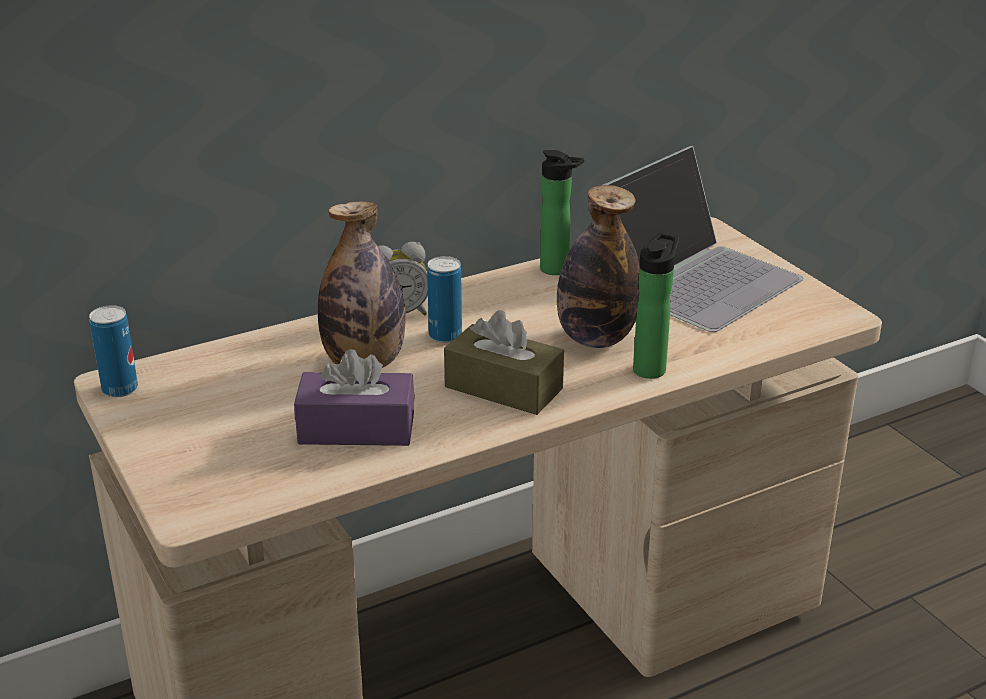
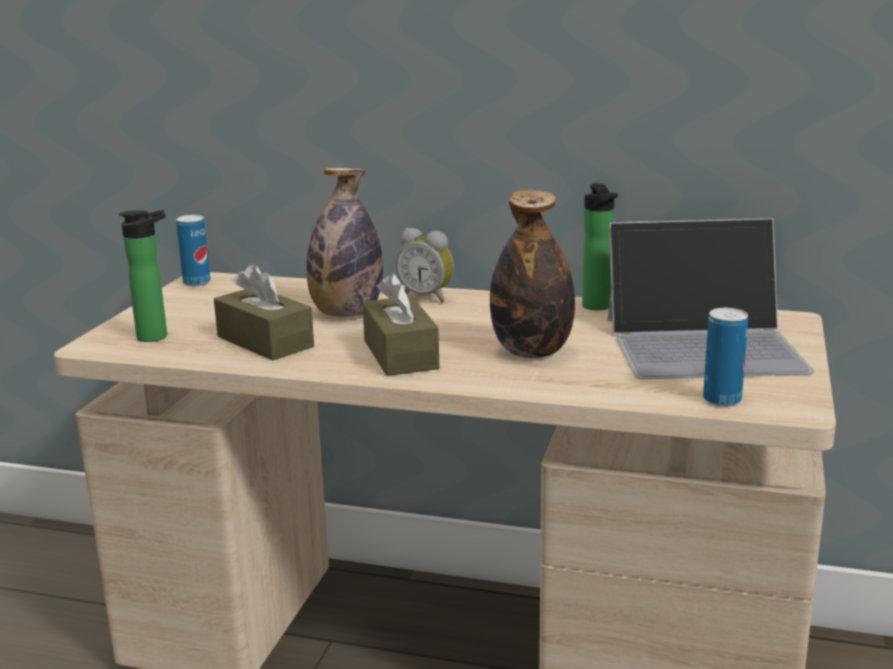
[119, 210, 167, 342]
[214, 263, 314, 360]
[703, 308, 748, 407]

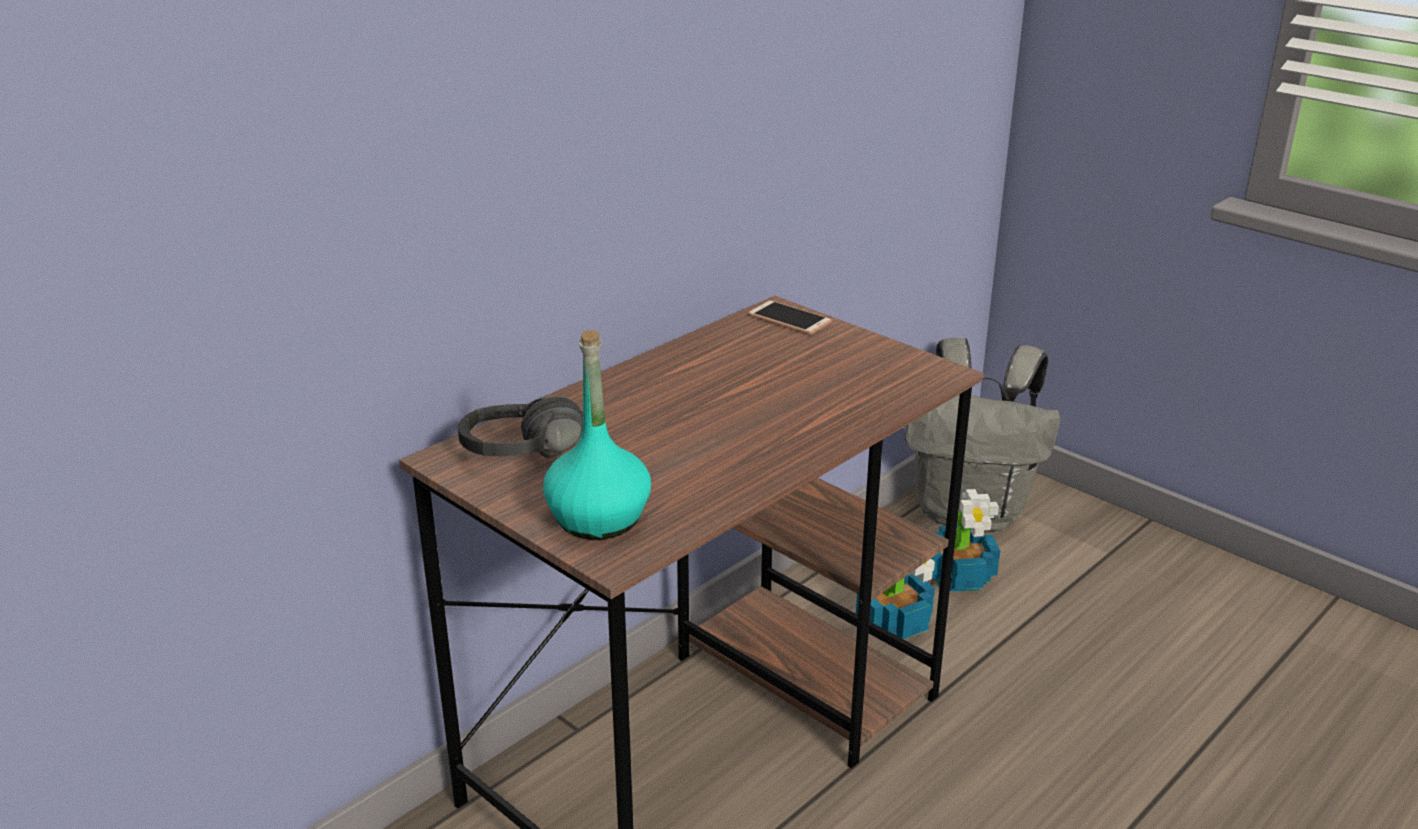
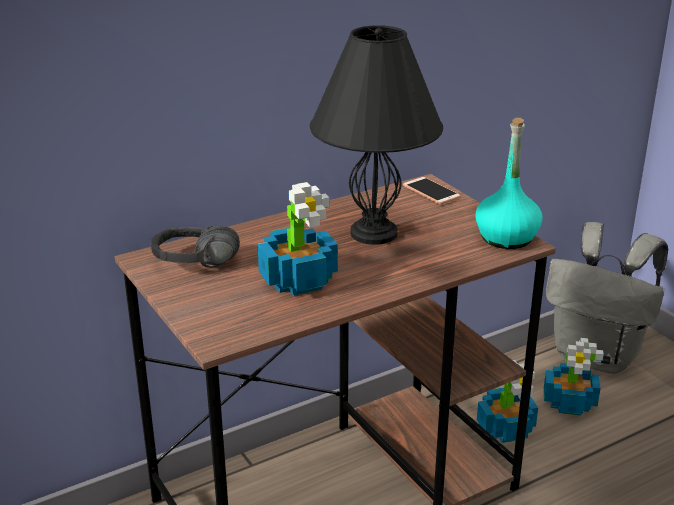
[258, 182, 338, 296]
[310, 26, 443, 245]
[475, 118, 542, 249]

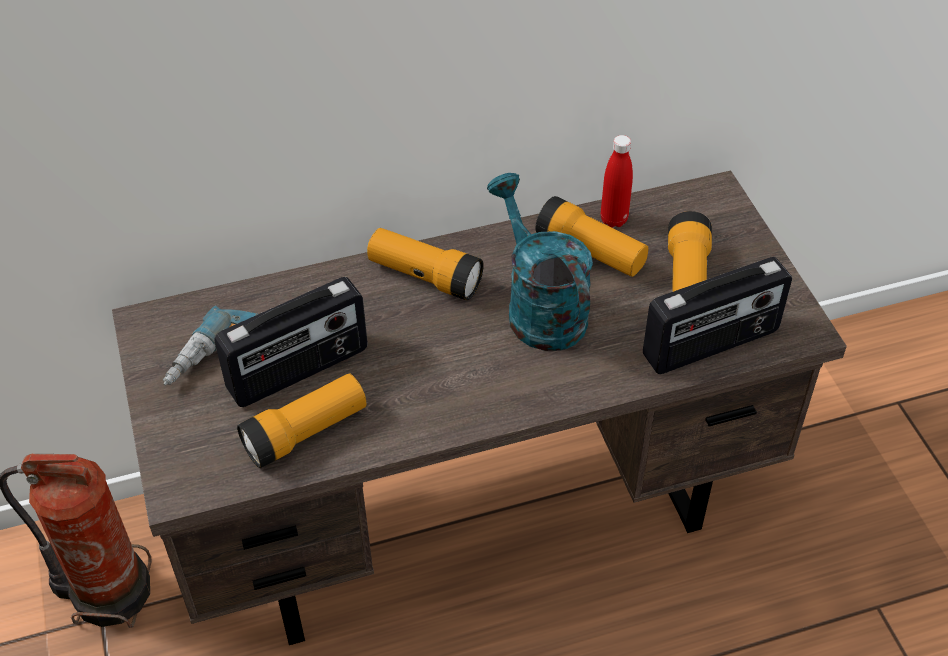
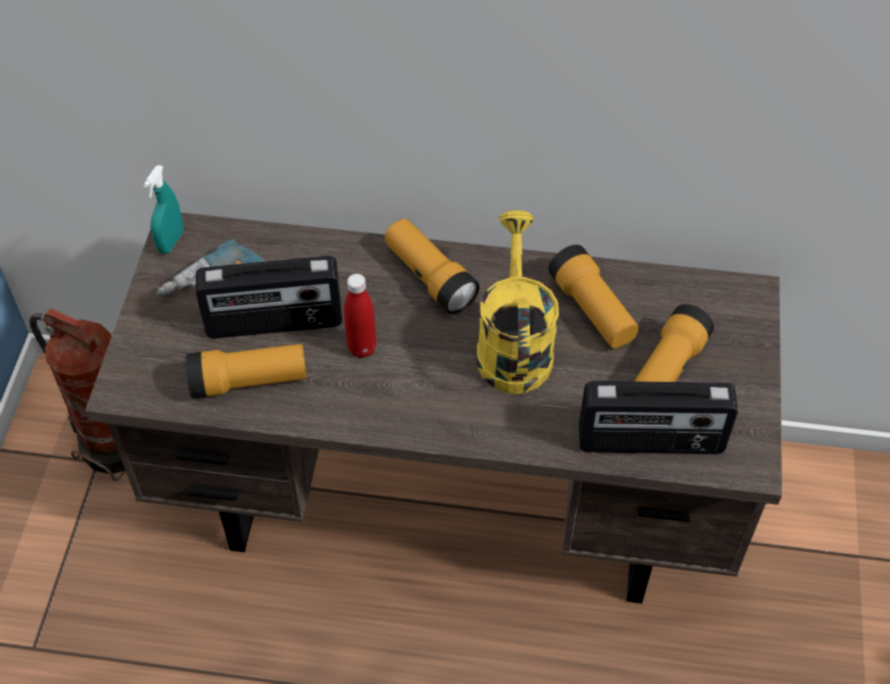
[144, 165, 183, 254]
[344, 274, 376, 358]
[477, 210, 559, 394]

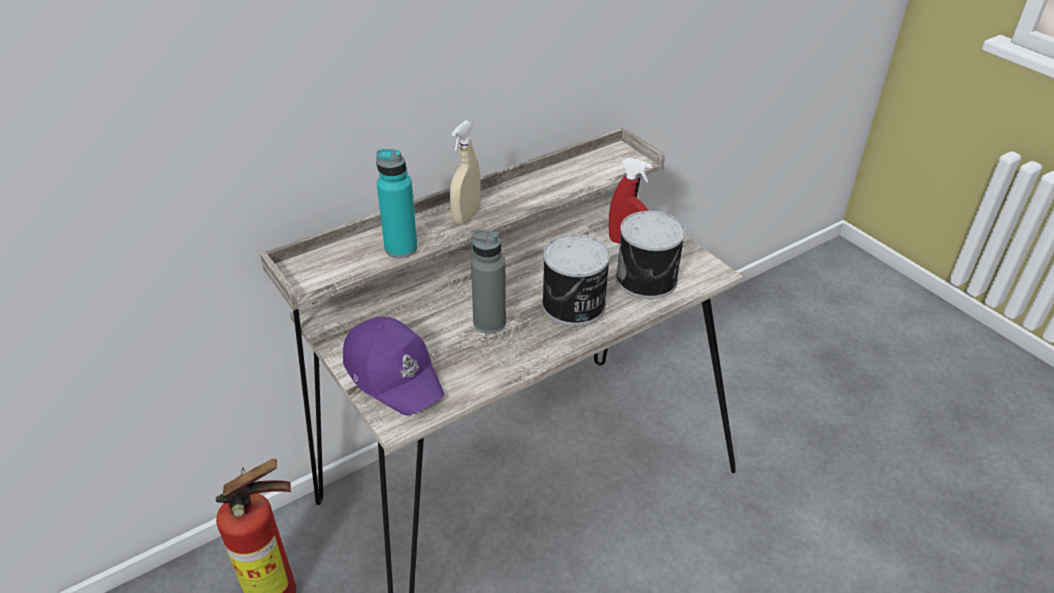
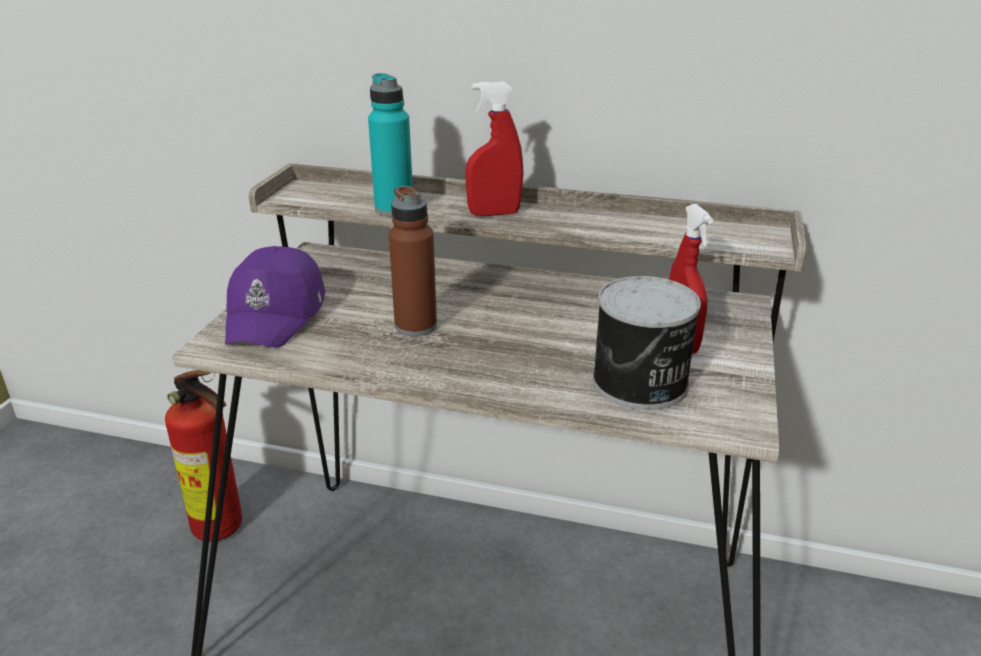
[389, 186, 437, 336]
[465, 81, 524, 216]
[542, 234, 610, 326] (first image)

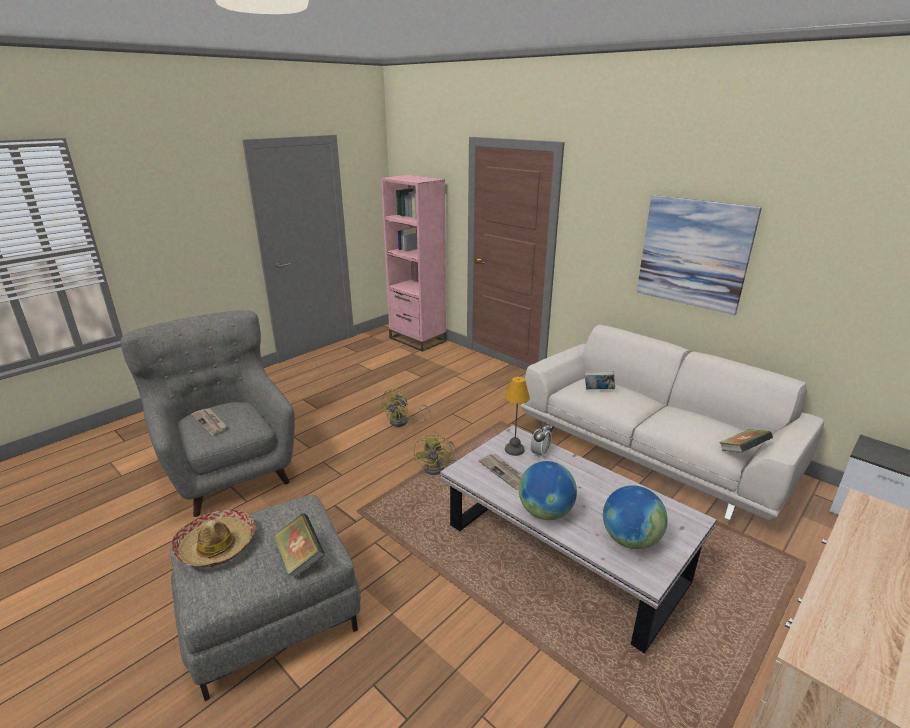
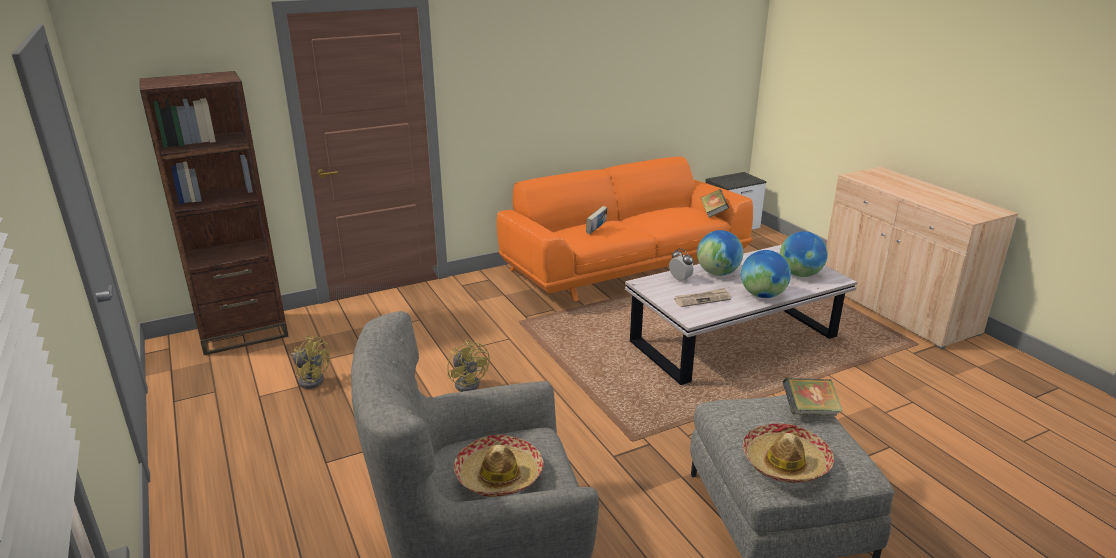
[139, 71, 289, 355]
[291, 336, 330, 389]
[454, 434, 544, 497]
[497, 157, 753, 301]
[697, 230, 743, 276]
[505, 377, 530, 456] (first image)
[637, 195, 762, 315] (first image)

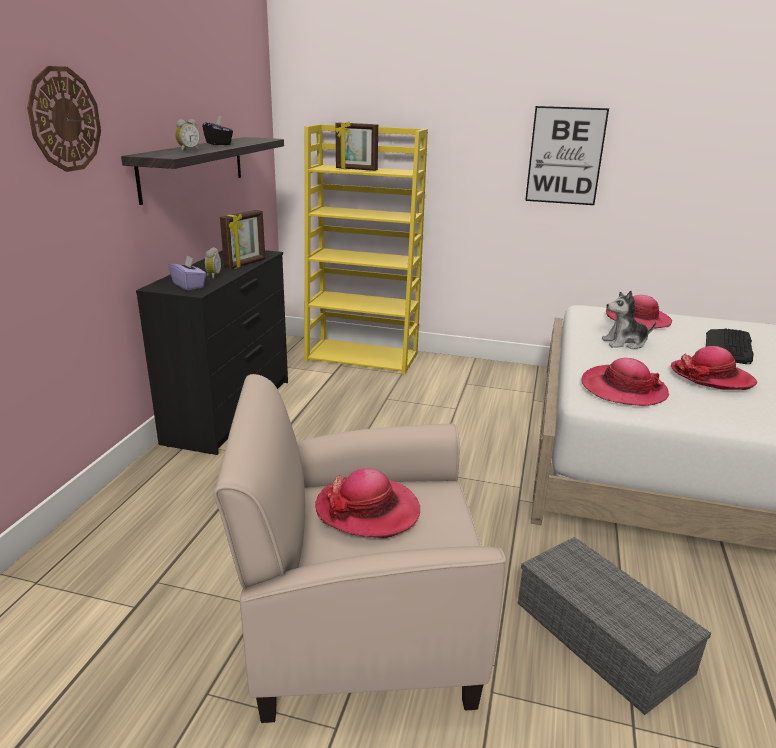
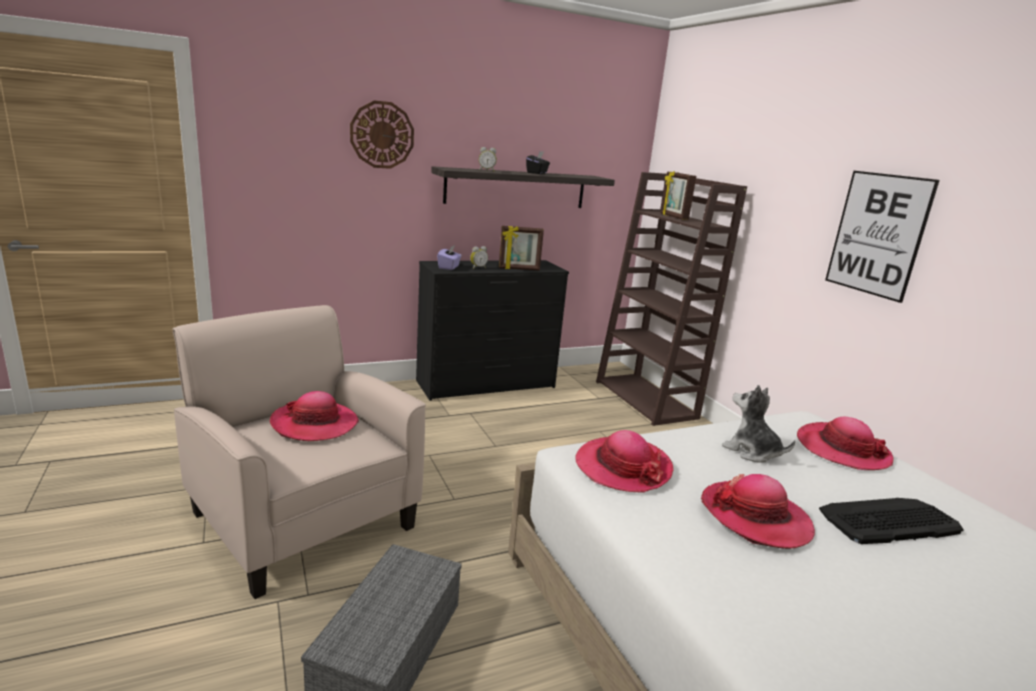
[596, 172, 747, 426]

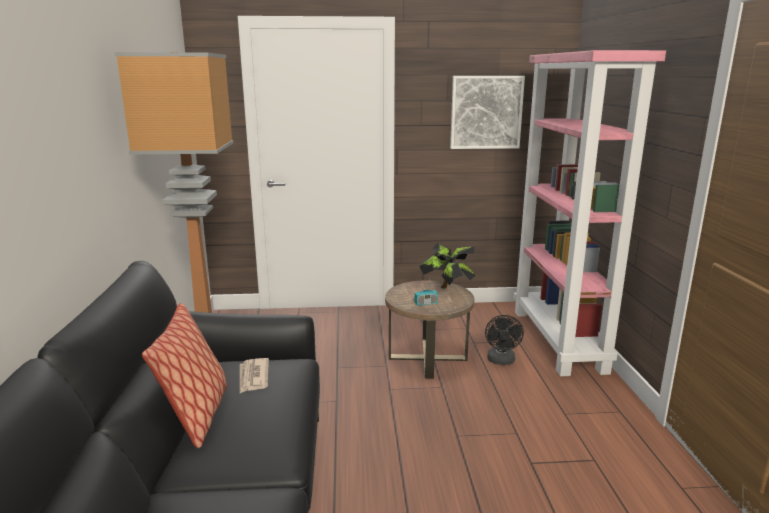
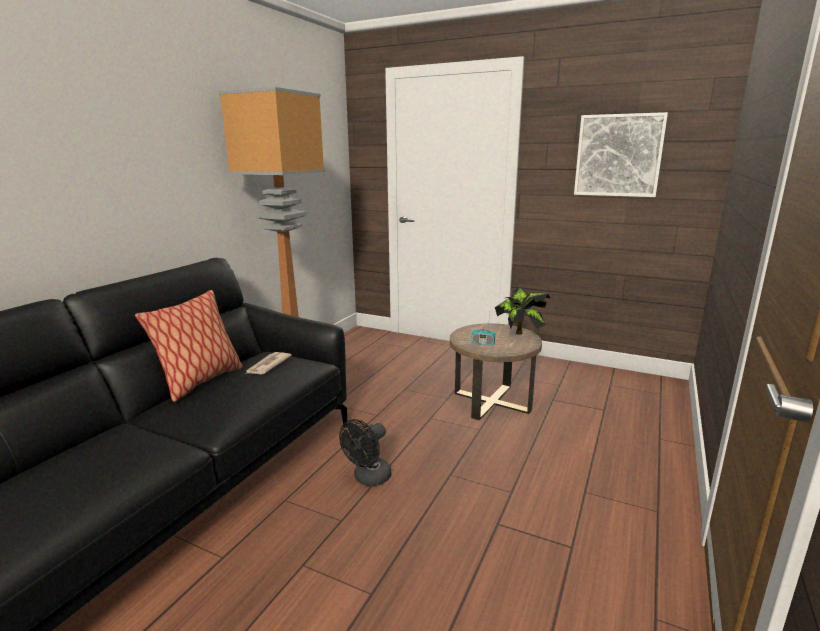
[339, 419, 391, 486]
[513, 50, 666, 376] (first image)

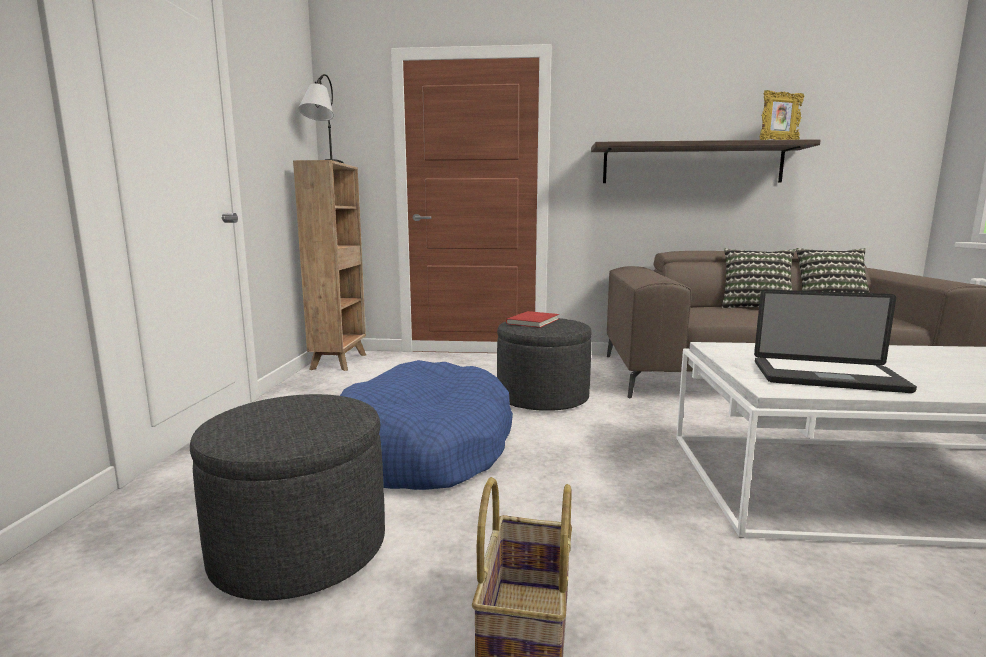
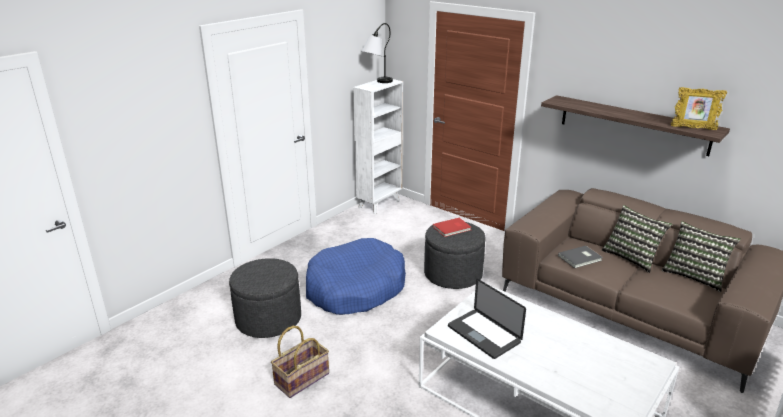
[353, 79, 403, 214]
[558, 246, 603, 268]

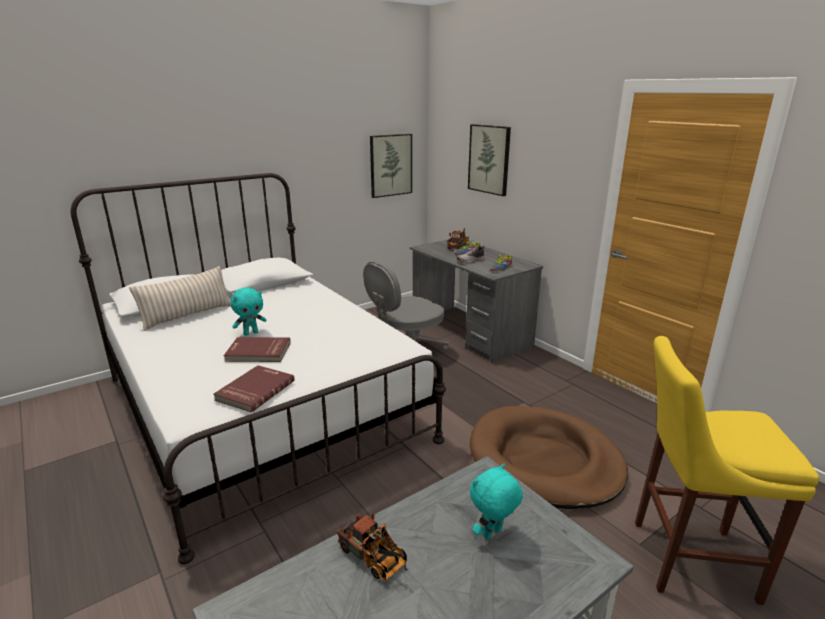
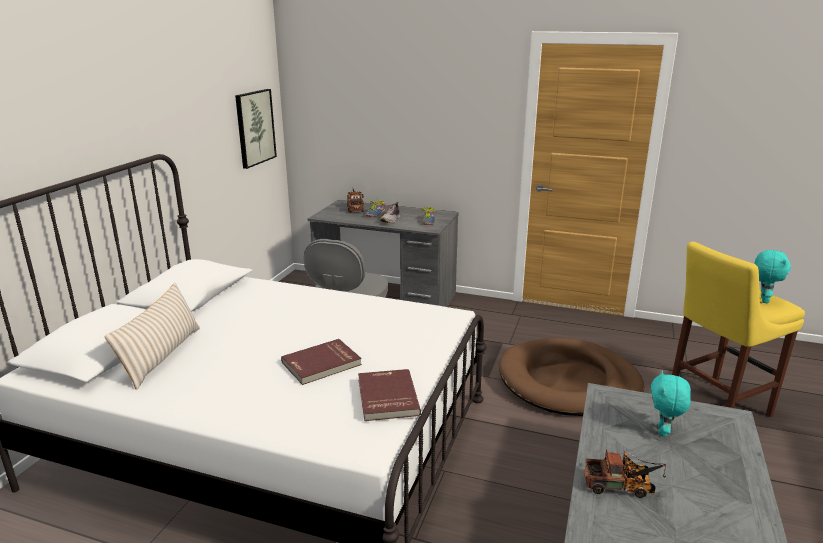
[754, 250, 791, 303]
[468, 124, 511, 196] (first image)

